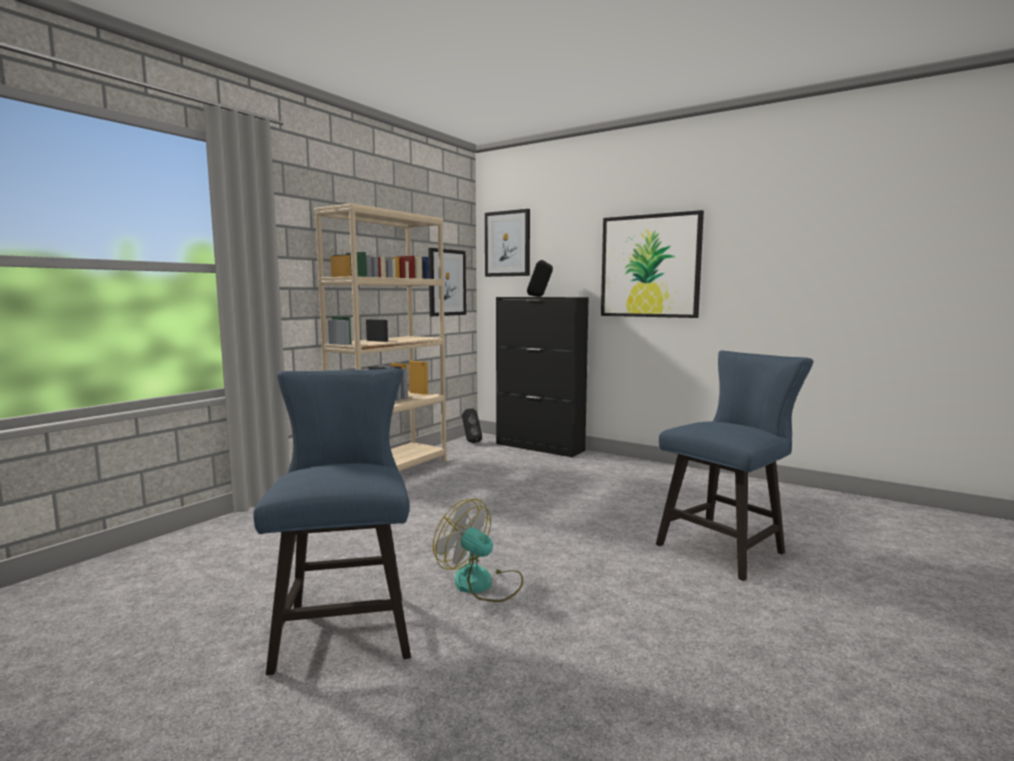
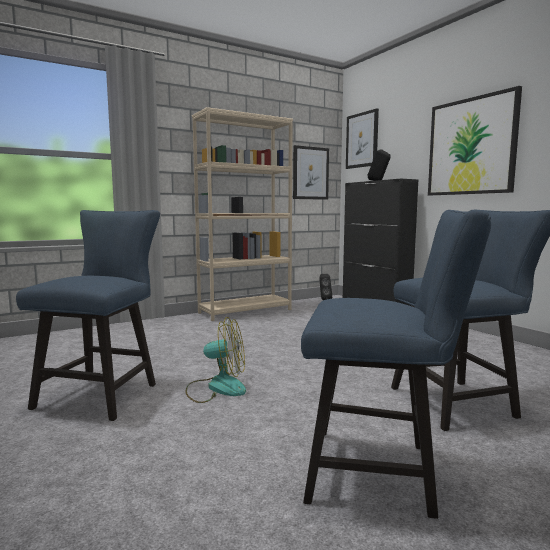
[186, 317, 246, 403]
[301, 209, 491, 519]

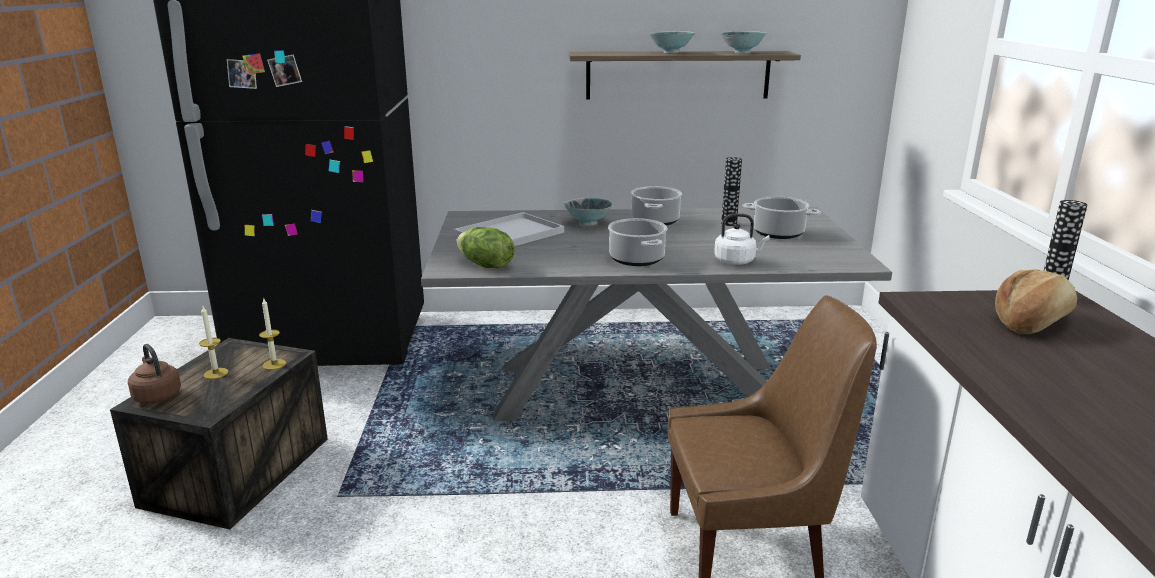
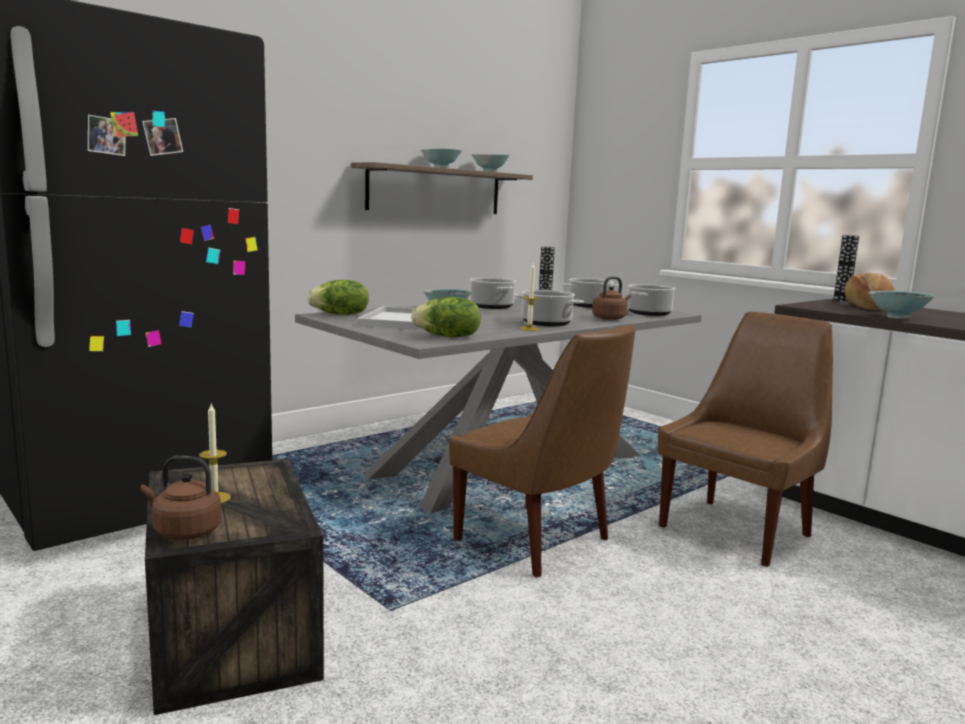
[307, 280, 369, 315]
[449, 324, 635, 578]
[519, 263, 540, 331]
[592, 277, 631, 320]
[627, 284, 675, 316]
[868, 291, 935, 319]

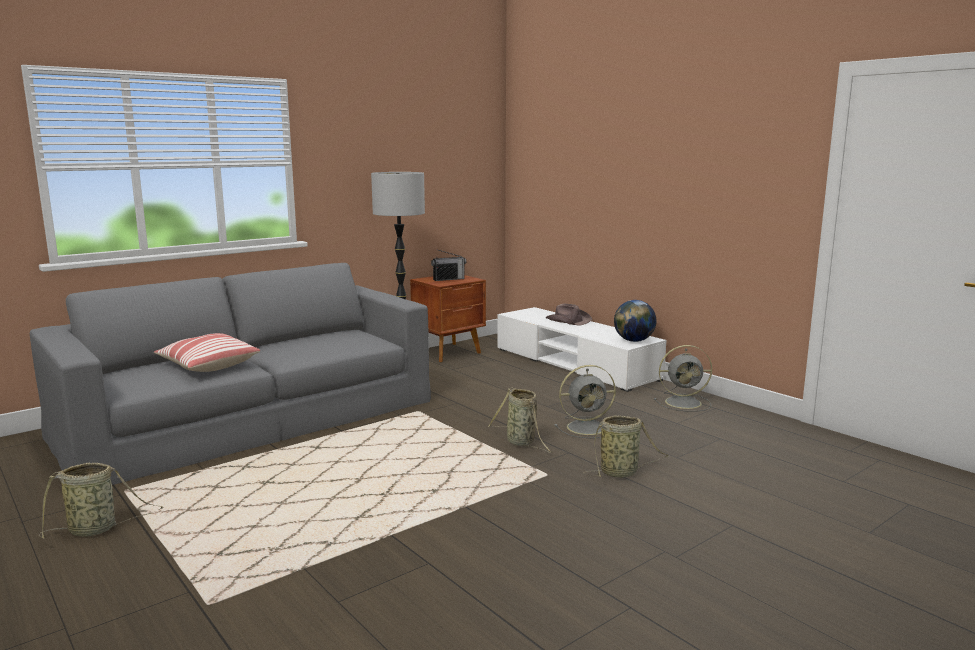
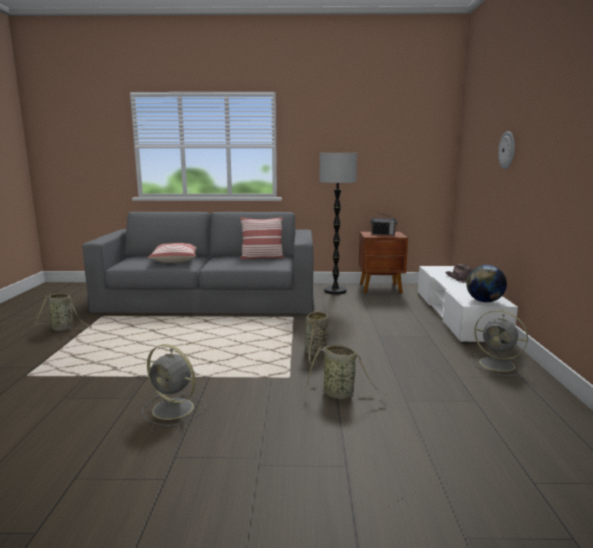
[142, 344, 206, 426]
[240, 217, 284, 259]
[498, 131, 515, 169]

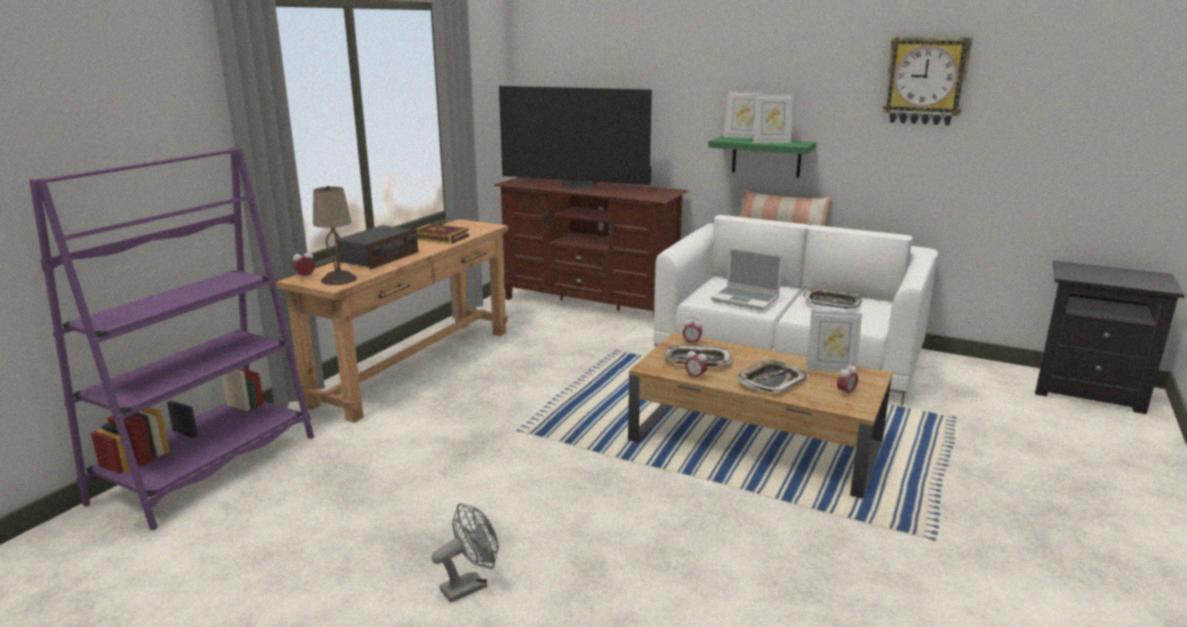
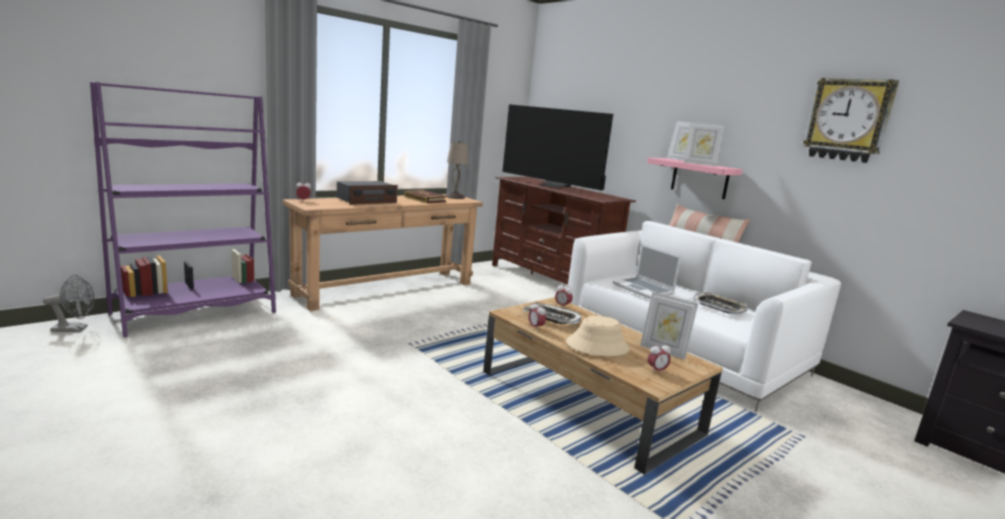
[43, 275, 94, 332]
[445, 141, 468, 199]
[566, 316, 630, 356]
[647, 158, 743, 199]

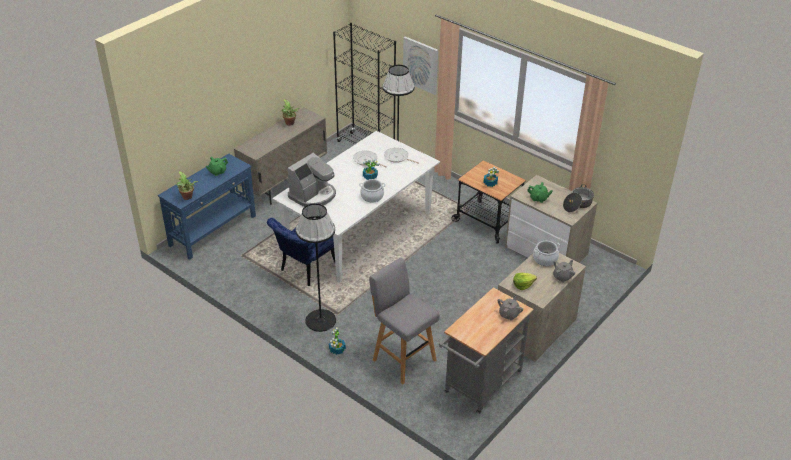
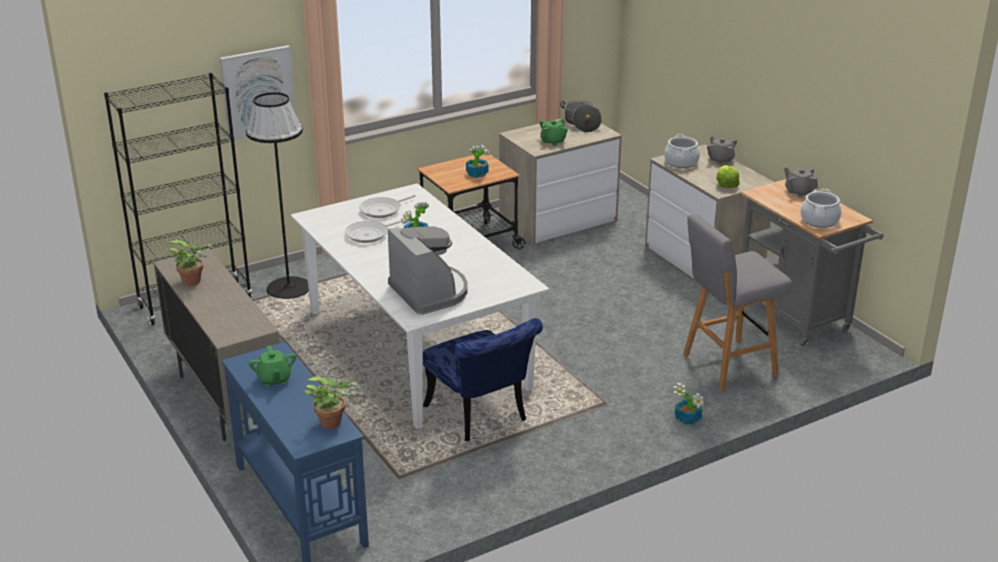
[800, 189, 842, 228]
[296, 203, 336, 332] (first image)

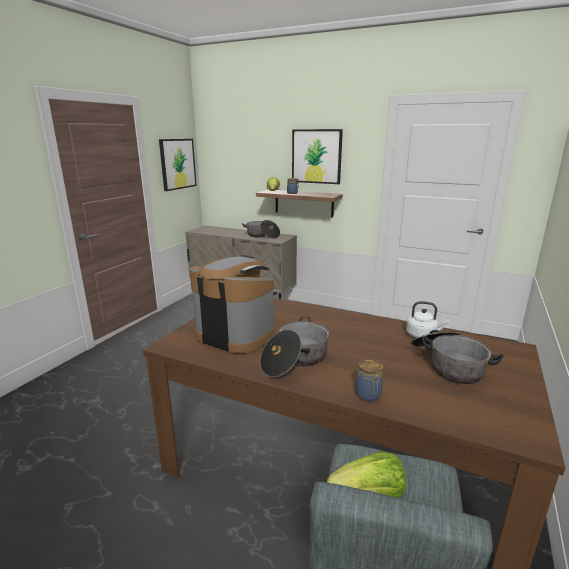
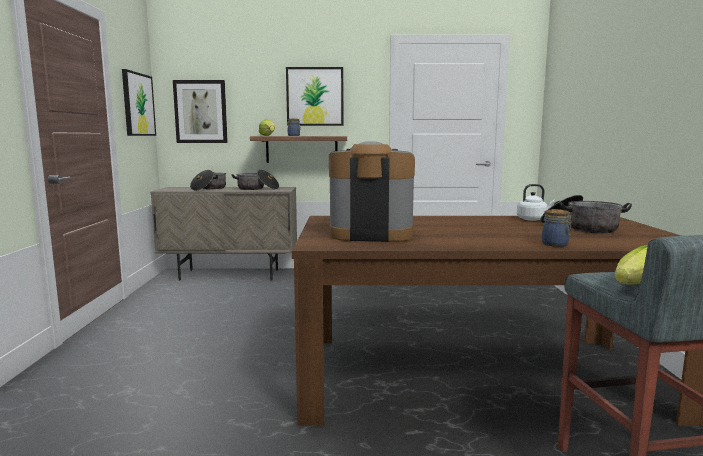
[173, 80, 228, 143]
[190, 170, 226, 191]

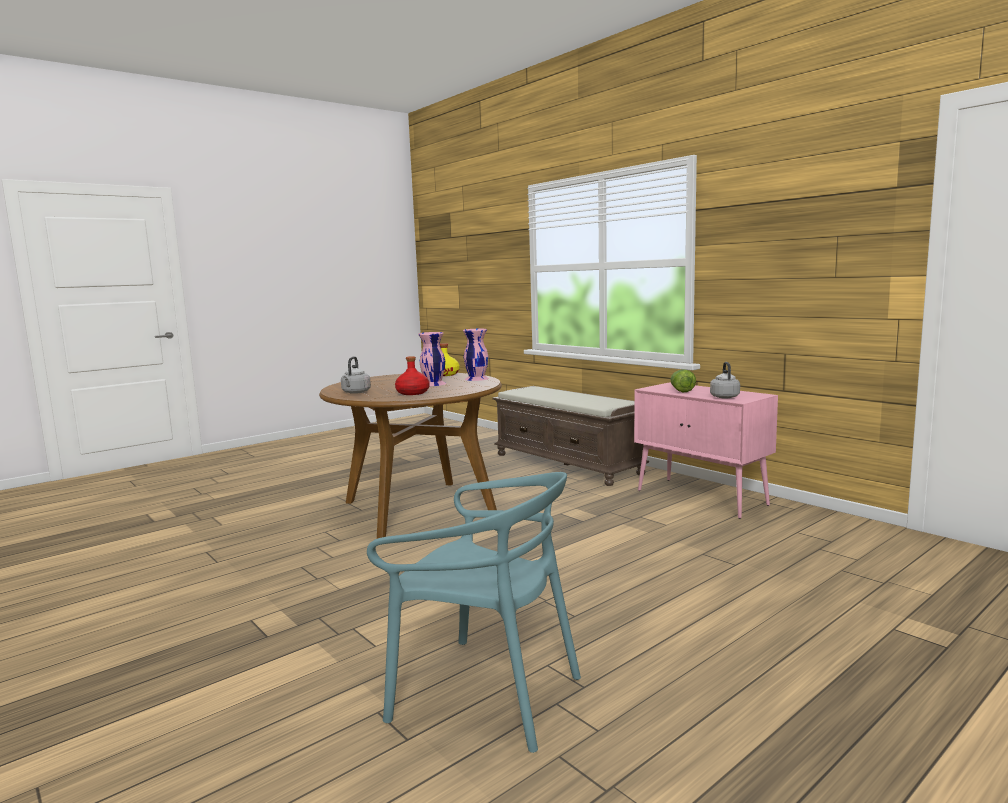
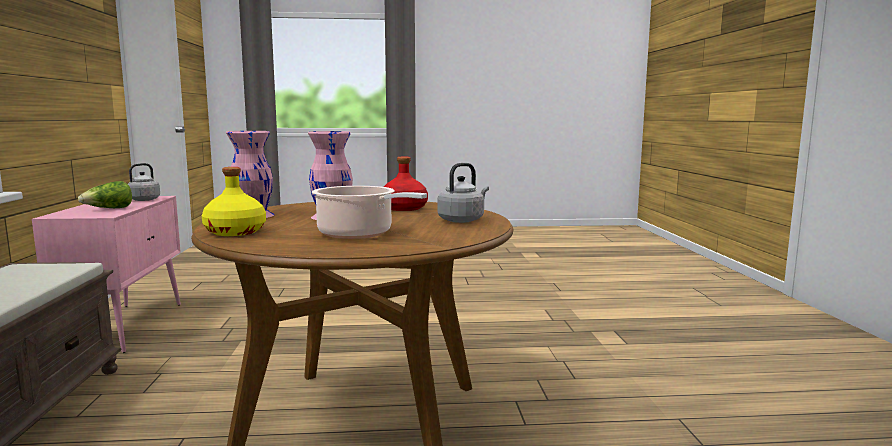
[312, 186, 427, 239]
[367, 472, 581, 753] (first image)

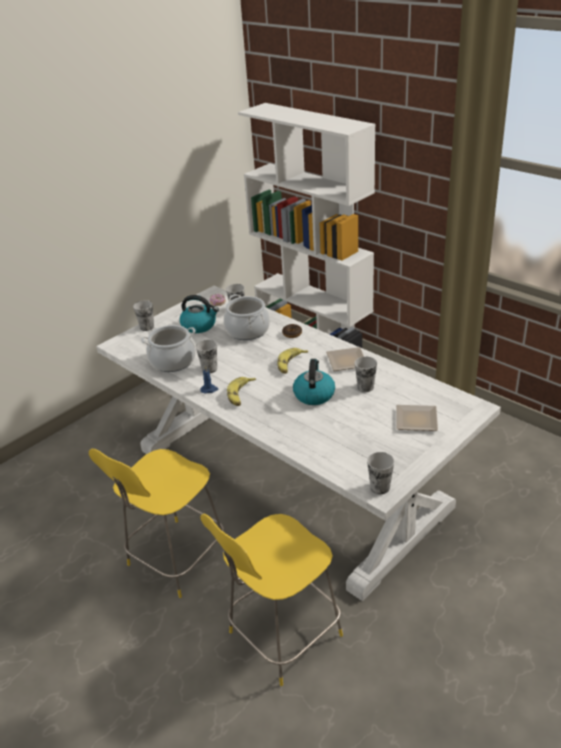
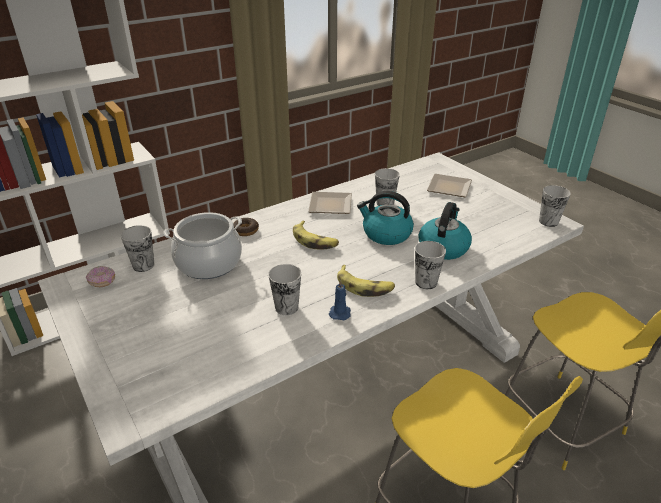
[415, 241, 446, 289]
[418, 202, 472, 260]
[141, 325, 196, 372] (first image)

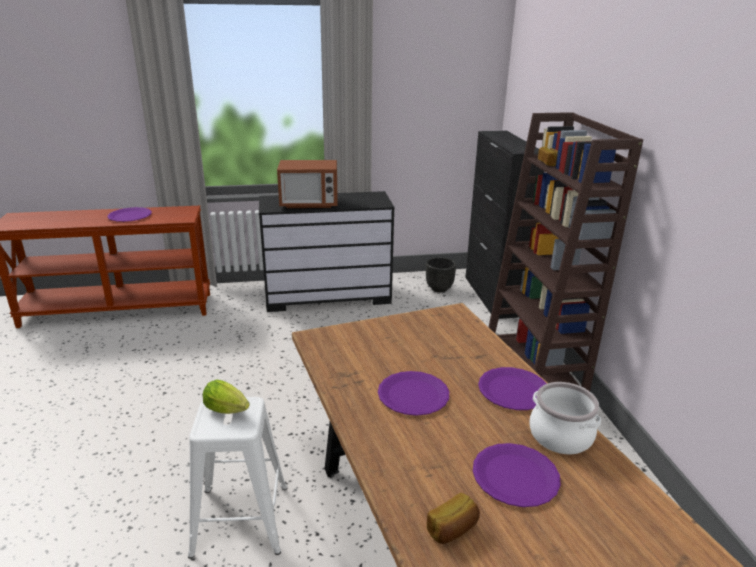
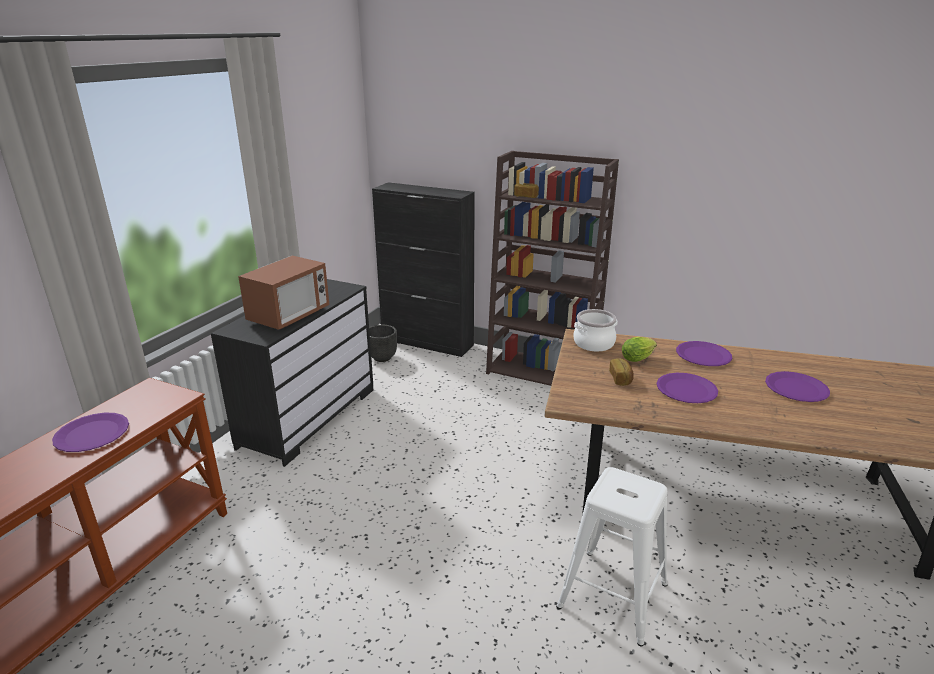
[573, 309, 618, 351]
[609, 358, 634, 386]
[622, 337, 657, 362]

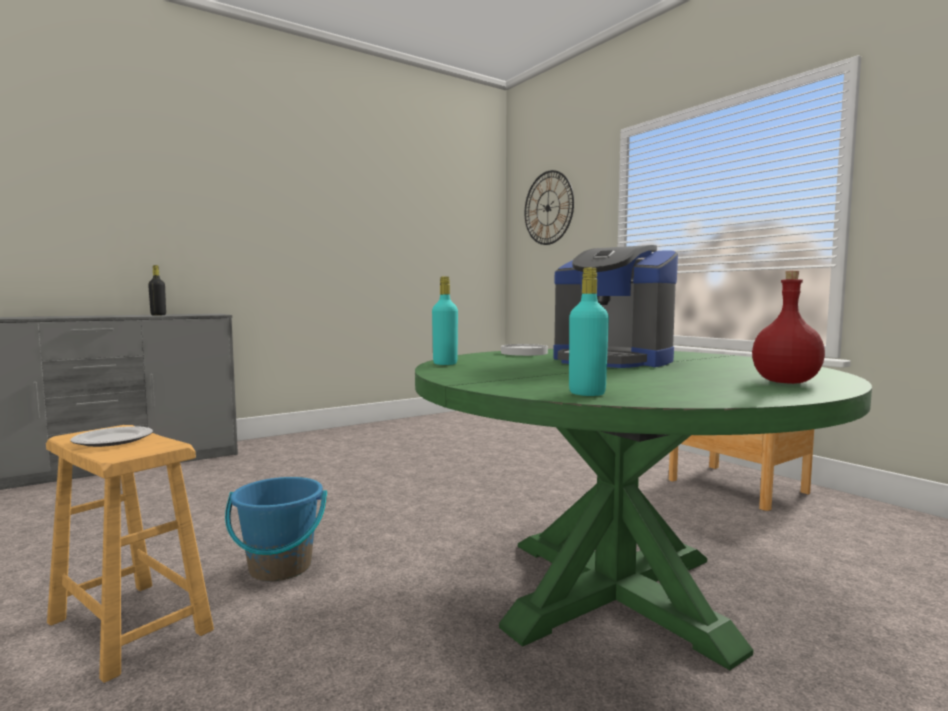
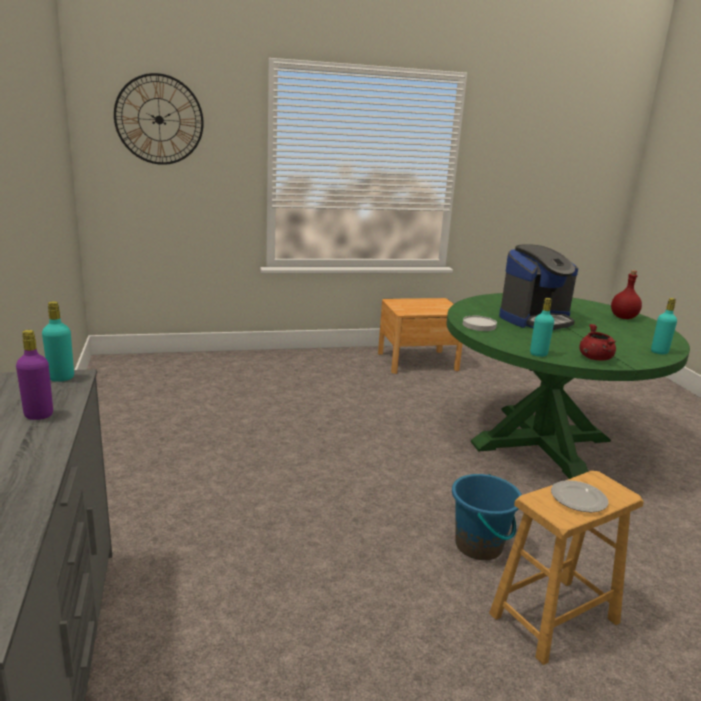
[16, 330, 53, 420]
[42, 301, 74, 382]
[579, 324, 616, 360]

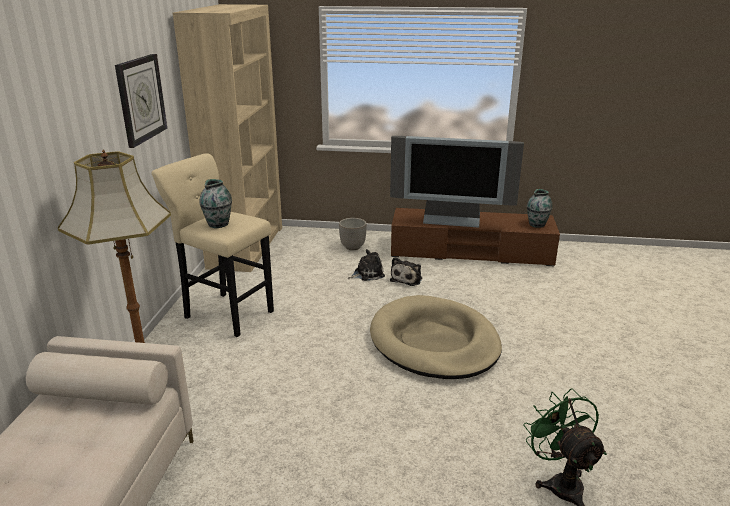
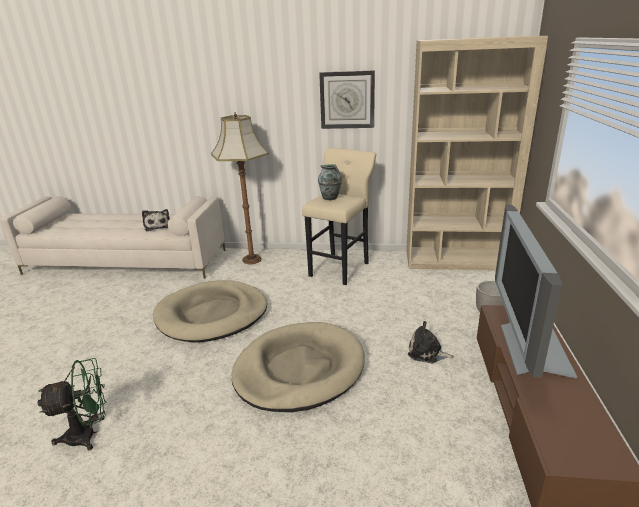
[142, 209, 169, 231]
[153, 280, 267, 343]
[527, 189, 553, 228] (first image)

